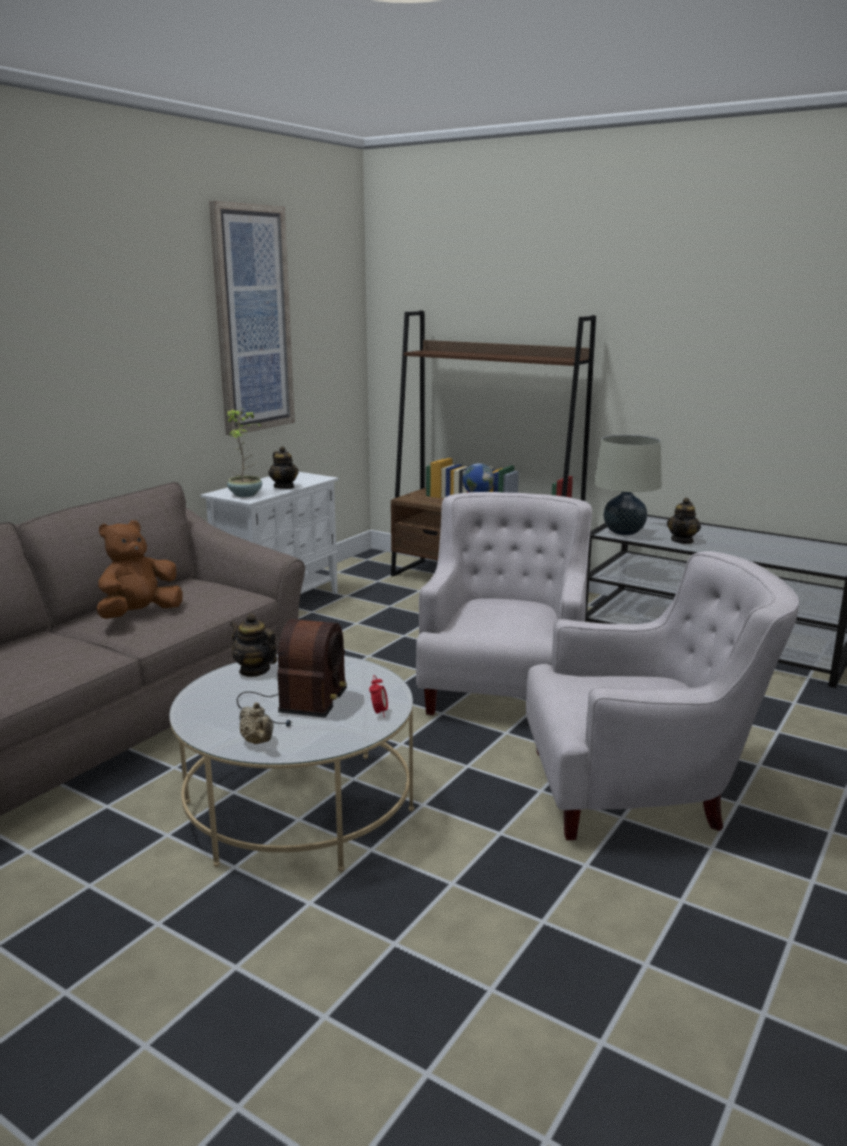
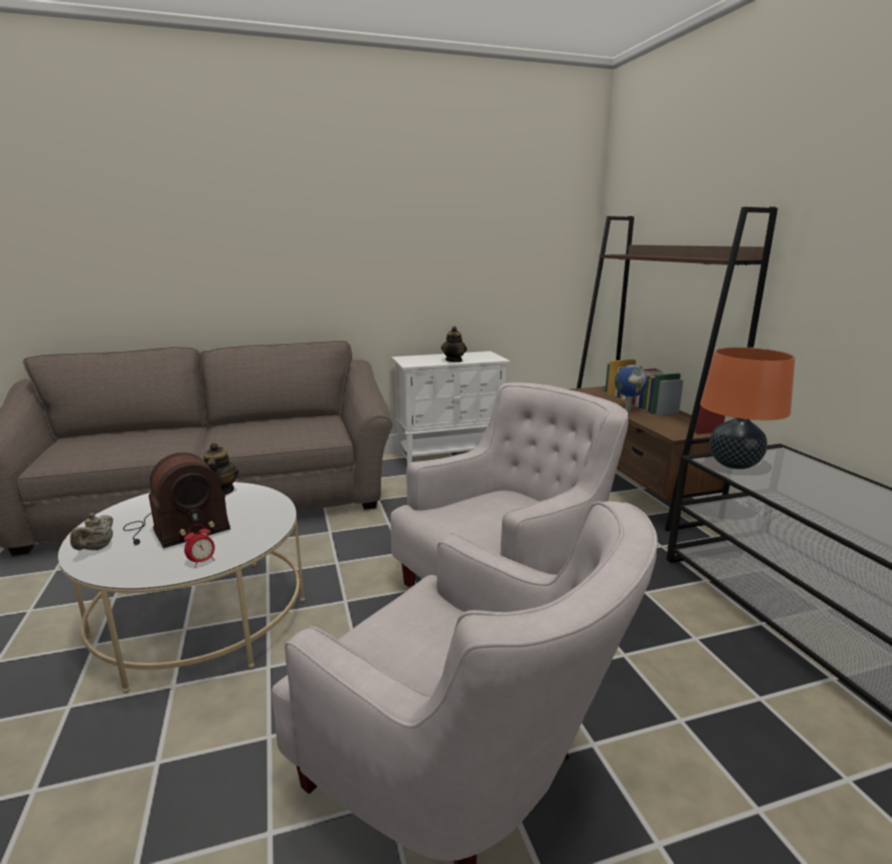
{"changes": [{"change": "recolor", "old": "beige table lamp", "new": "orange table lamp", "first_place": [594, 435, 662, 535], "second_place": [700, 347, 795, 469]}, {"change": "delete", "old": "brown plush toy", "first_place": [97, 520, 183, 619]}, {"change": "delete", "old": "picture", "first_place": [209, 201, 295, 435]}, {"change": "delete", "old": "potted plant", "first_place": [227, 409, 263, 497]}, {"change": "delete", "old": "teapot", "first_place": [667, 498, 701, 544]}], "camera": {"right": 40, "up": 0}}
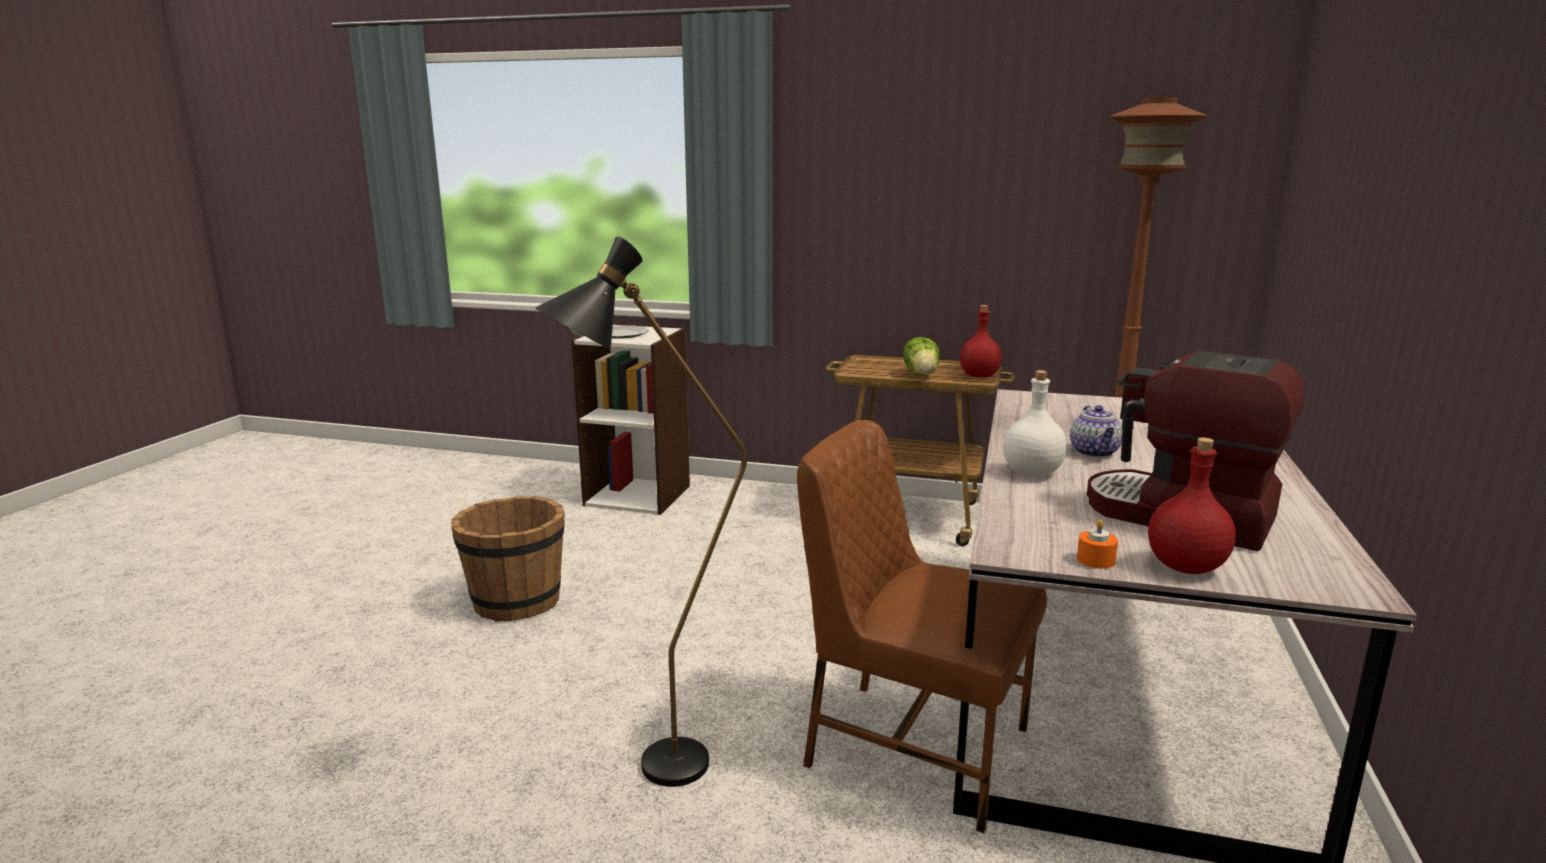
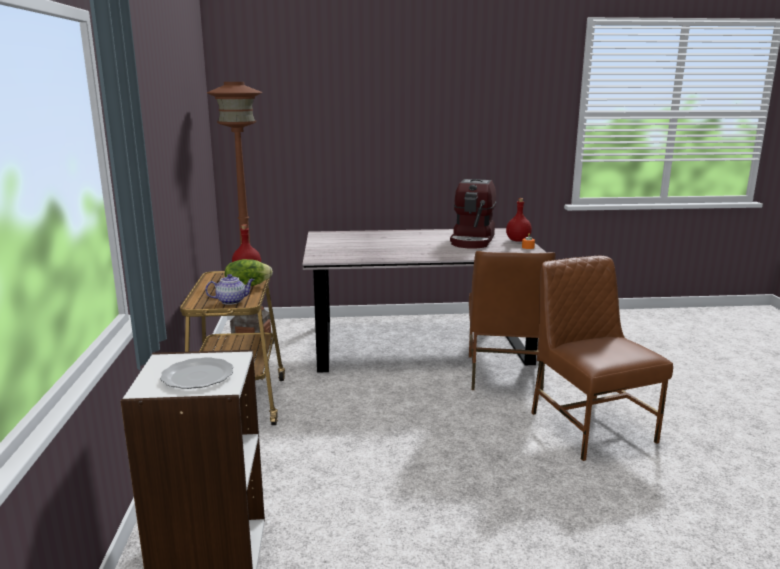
{"changes": [{"change": "move", "old": "teapot", "first_place": [1070, 405, 1122, 458], "second_place": [205, 274, 254, 305]}, {"change": "replace", "old": "black floor lamp", "new": "brown chair", "first_place": [535, 237, 747, 787], "second_place": [531, 256, 673, 461]}, {"change": "delete", "old": "brown bucket", "first_place": [451, 496, 565, 621]}, {"change": "delete", "old": "white bottle", "first_place": [1003, 370, 1067, 477]}], "camera": {"right": -110, "up": 0}}
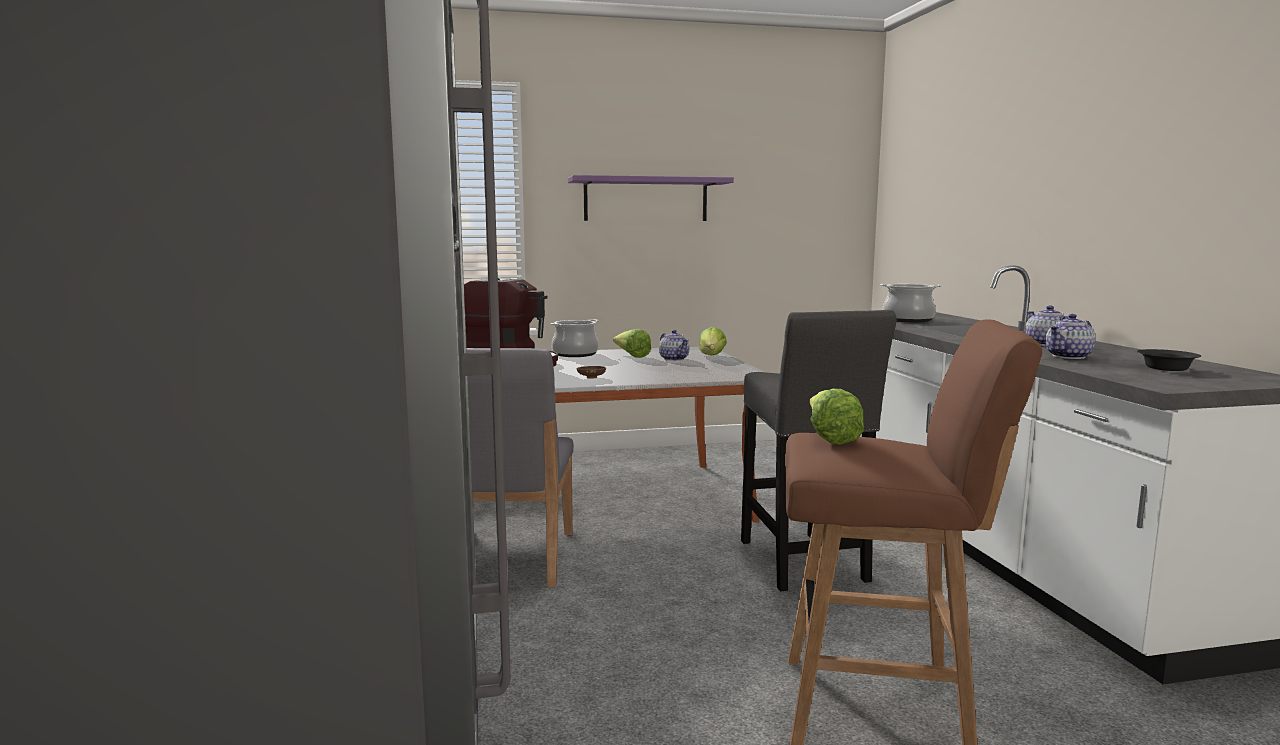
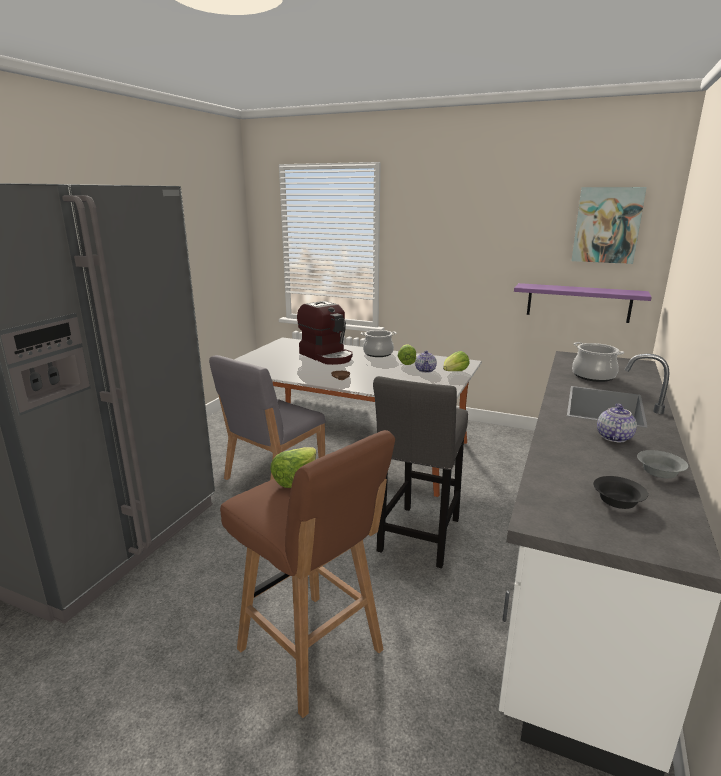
{"changes": [{"change": "move", "old": "purple shelf", "first_place": [568, 175, 734, 221], "second_place": [514, 283, 652, 323]}, {"change": "insert", "new": "picture", "second_place": [571, 187, 647, 264]}, {"change": "insert", "new": "grey bowl", "second_place": [637, 450, 688, 478]}, {"change": "delete", "old": "teapot", "first_place": [1045, 314, 1096, 359]}], "camera": {"right": 35, "up": 10}}
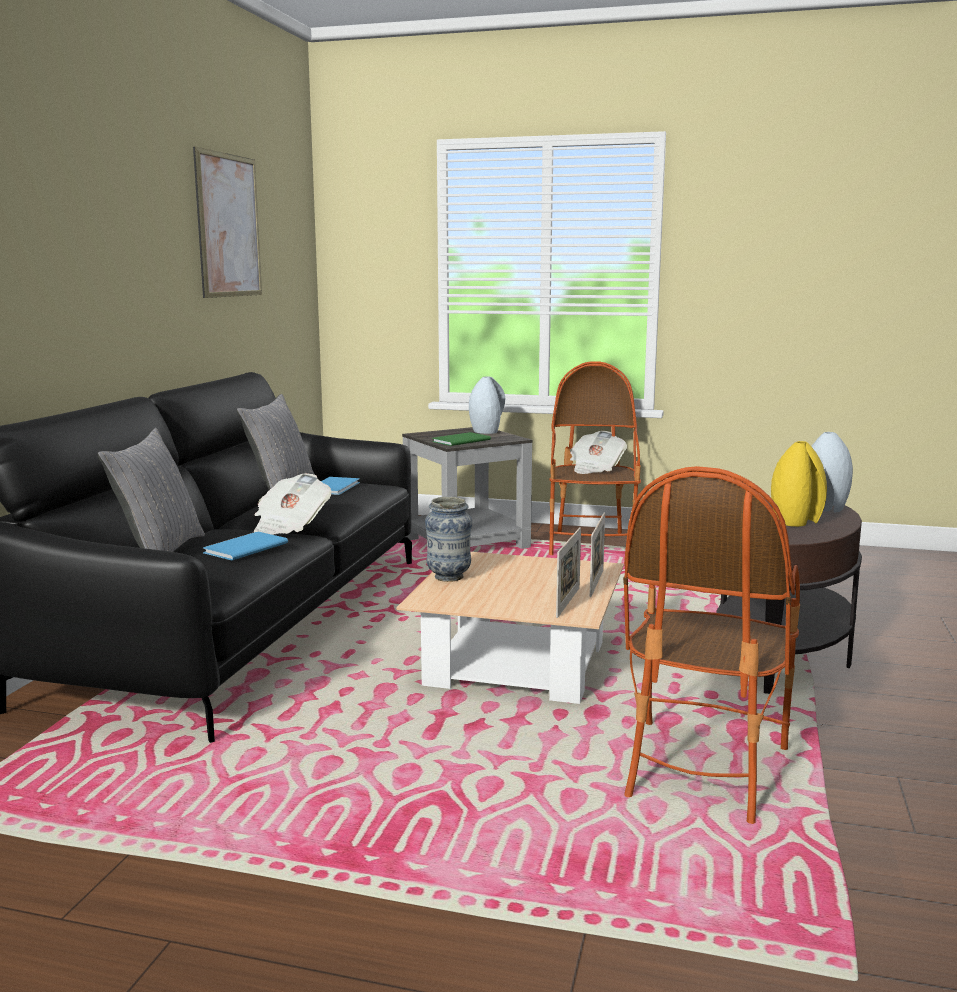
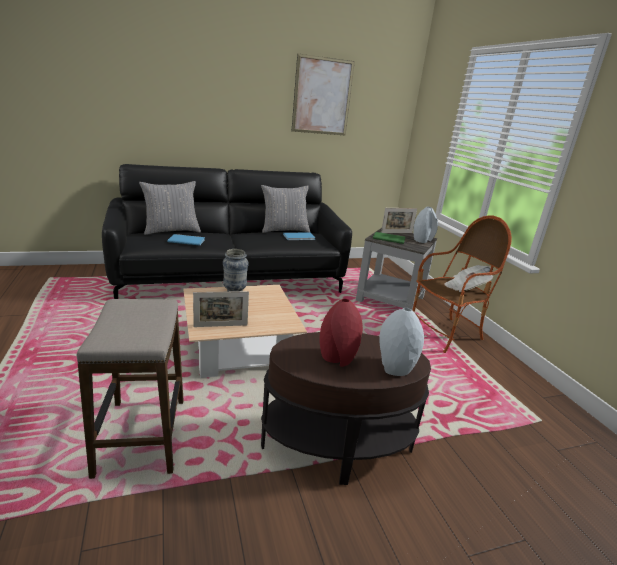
{"changes": [{"change": "replace", "old": "armchair", "new": "stool", "first_place": [623, 466, 800, 824], "second_place": [77, 299, 184, 479]}, {"change": "recolor", "old": "yellow vase", "new": "red vase", "first_place": [771, 441, 827, 527], "second_place": [319, 299, 363, 367]}, {"change": "move", "old": "picture frame", "first_place": [590, 513, 605, 597], "second_place": [381, 208, 417, 233]}, {"change": "delete", "old": "newspaper", "first_place": [254, 473, 331, 535]}], "camera": {"right": 55, "up": 10}}
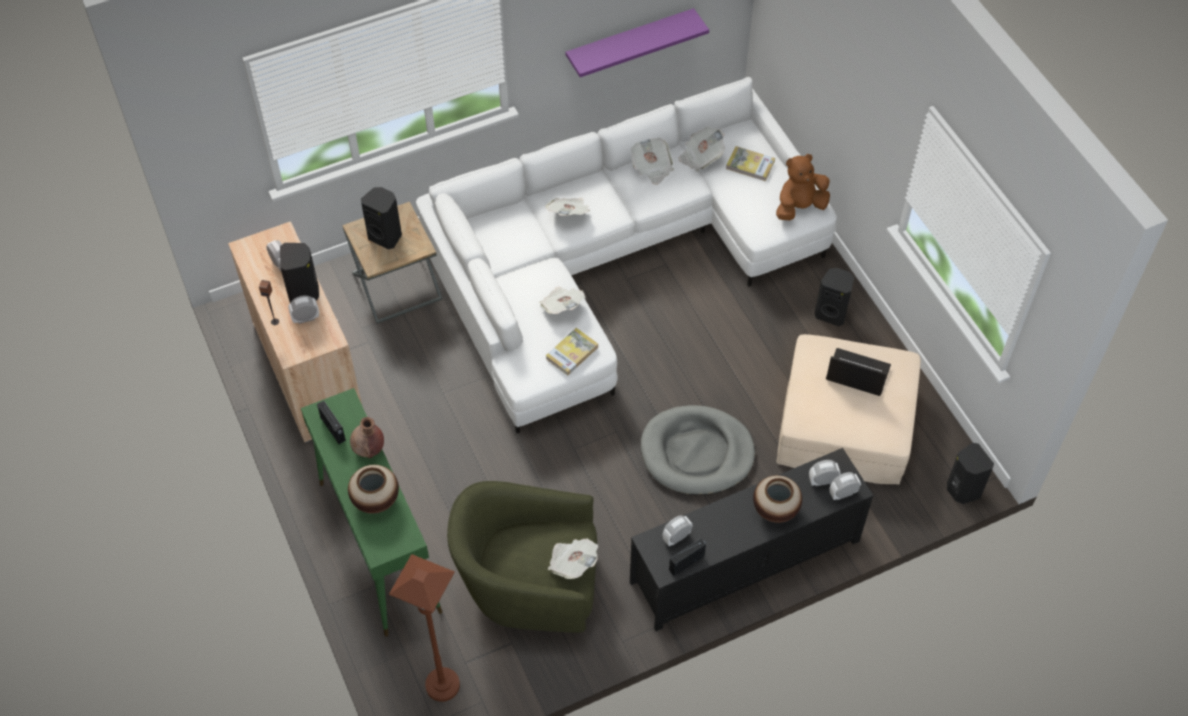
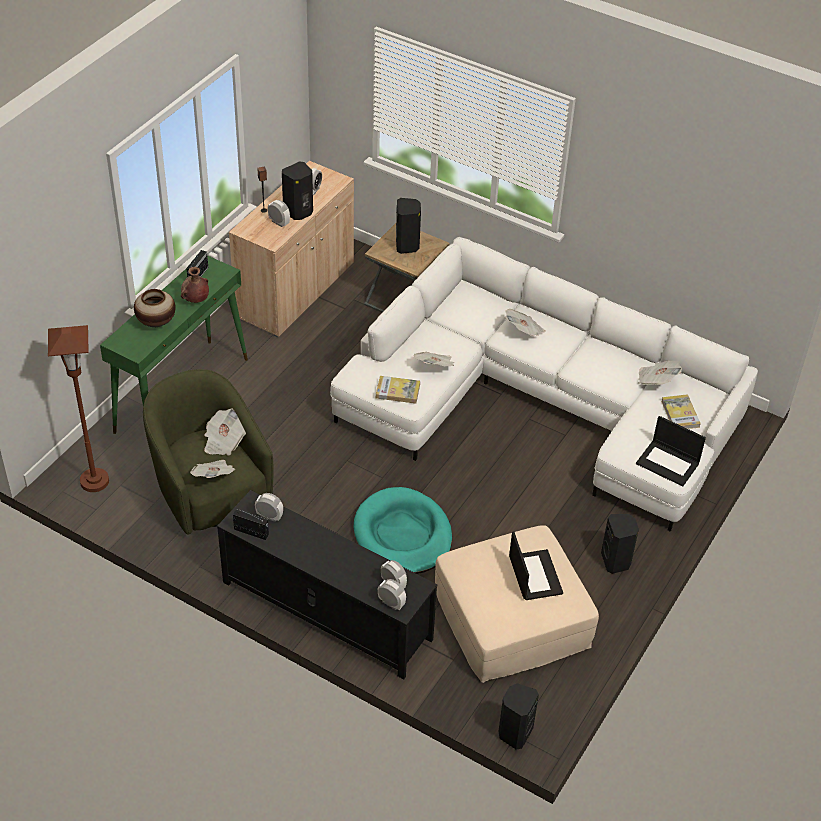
{"changes": [{"change": "move", "old": "newspaper", "first_place": [631, 138, 674, 185], "second_place": [204, 408, 246, 455]}, {"change": "recolor", "old": "grey dog bed", "new": "turquoise dog bed", "first_place": [640, 405, 755, 495], "second_place": [354, 487, 452, 574]}, {"change": "replace", "old": "brown plush toy", "new": "laptop", "first_place": [776, 154, 830, 221], "second_place": [636, 416, 706, 486]}, {"change": "delete", "old": "purple shelf", "first_place": [566, 8, 709, 77]}, {"change": "delete", "old": "vase", "first_place": [753, 475, 802, 523]}], "camera": {"right": 55, "up": -10}}
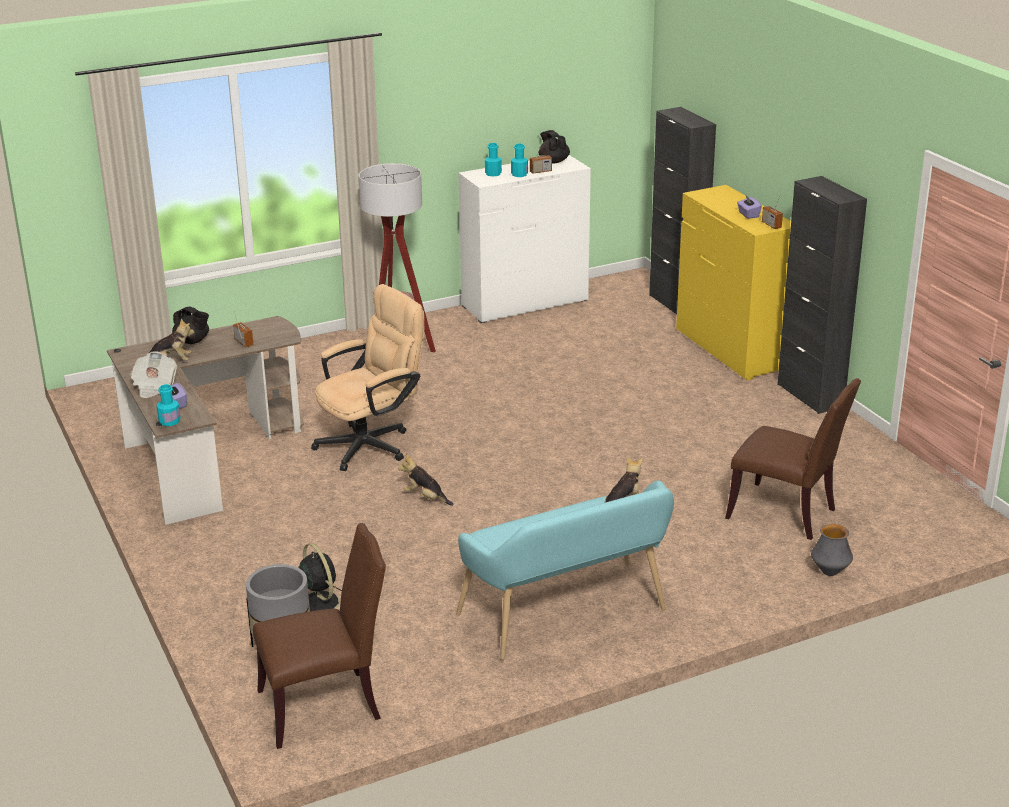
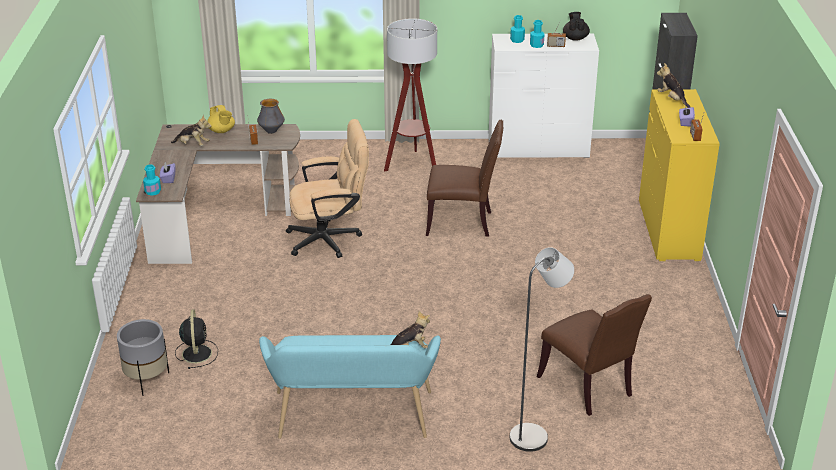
{"changes": [{"change": "recolor", "old": "black teapot", "new": "yellow teapot", "first_place": [172, 307, 209, 344], "second_place": [207, 105, 235, 133]}, {"change": "move", "old": "vase", "first_place": [811, 524, 853, 576], "second_place": [257, 99, 285, 134]}, {"change": "move", "old": "brown chair", "first_place": [253, 523, 386, 749], "second_place": [426, 120, 503, 237]}, {"change": "insert", "new": "grey floor lamp", "second_place": [510, 247, 574, 452]}, {"change": "move", "old": "plush toy", "first_place": [398, 454, 453, 506], "second_place": [657, 63, 690, 108]}, {"change": "delete", "old": "newspaper", "first_place": [130, 351, 177, 398]}, {"change": "delete", "old": "black cabinet", "first_place": [777, 176, 867, 414]}], "camera": {"right": 25, "up": 5}}
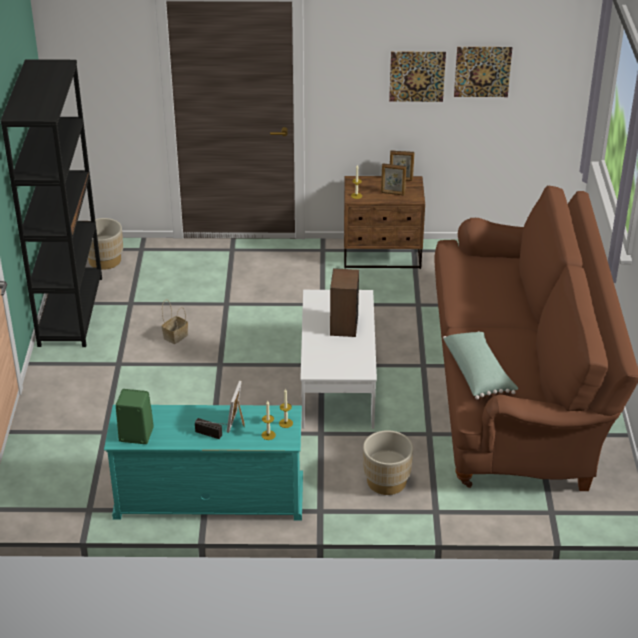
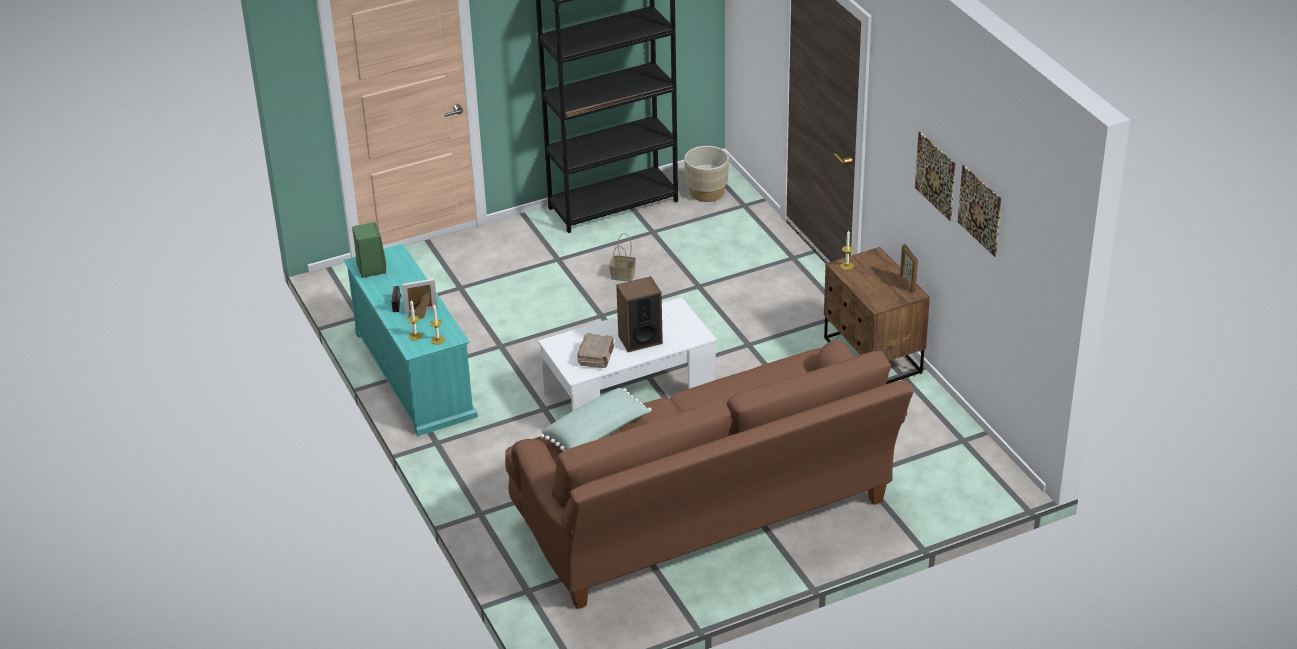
{"changes": [{"change": "insert", "new": "brown book", "second_place": [577, 334, 614, 368]}, {"change": "delete", "old": "beige planter", "first_place": [363, 430, 413, 495]}, {"change": "delete", "old": "picture frame", "first_place": [381, 163, 407, 196]}], "camera": {"right": 65, "up": 0}}
